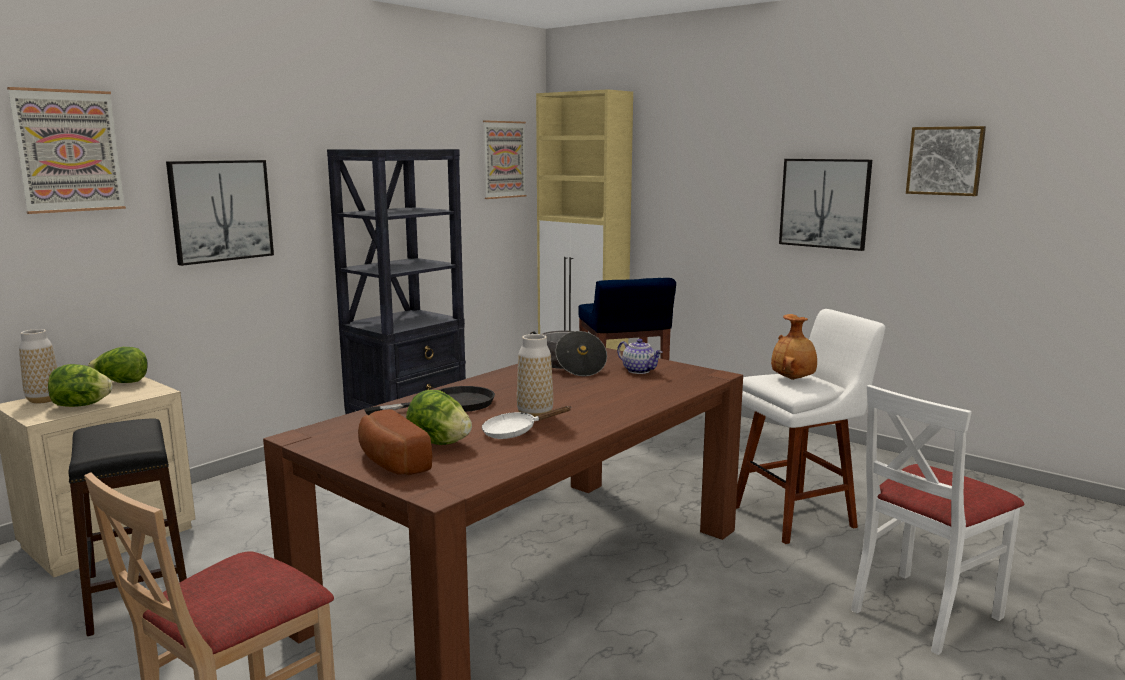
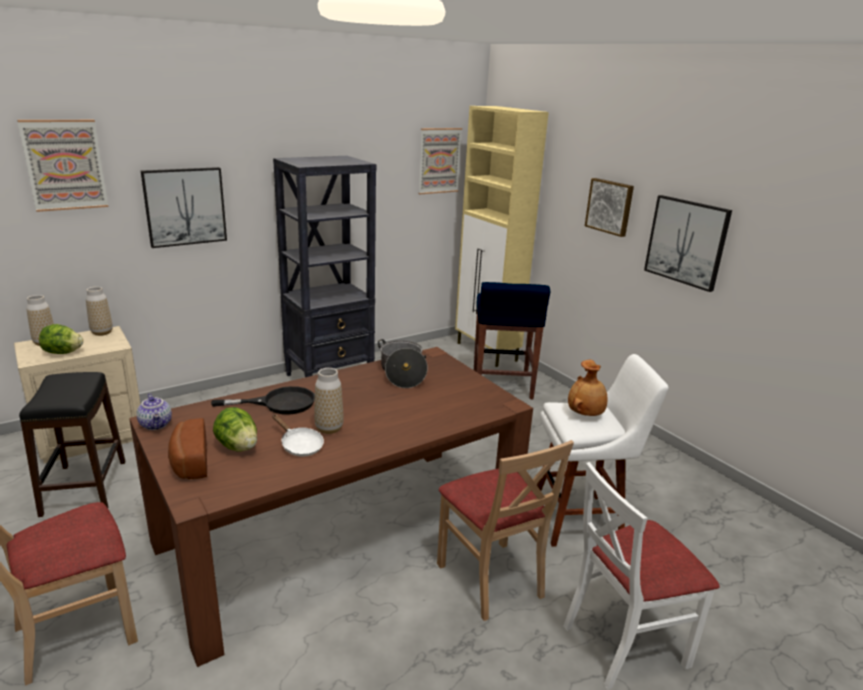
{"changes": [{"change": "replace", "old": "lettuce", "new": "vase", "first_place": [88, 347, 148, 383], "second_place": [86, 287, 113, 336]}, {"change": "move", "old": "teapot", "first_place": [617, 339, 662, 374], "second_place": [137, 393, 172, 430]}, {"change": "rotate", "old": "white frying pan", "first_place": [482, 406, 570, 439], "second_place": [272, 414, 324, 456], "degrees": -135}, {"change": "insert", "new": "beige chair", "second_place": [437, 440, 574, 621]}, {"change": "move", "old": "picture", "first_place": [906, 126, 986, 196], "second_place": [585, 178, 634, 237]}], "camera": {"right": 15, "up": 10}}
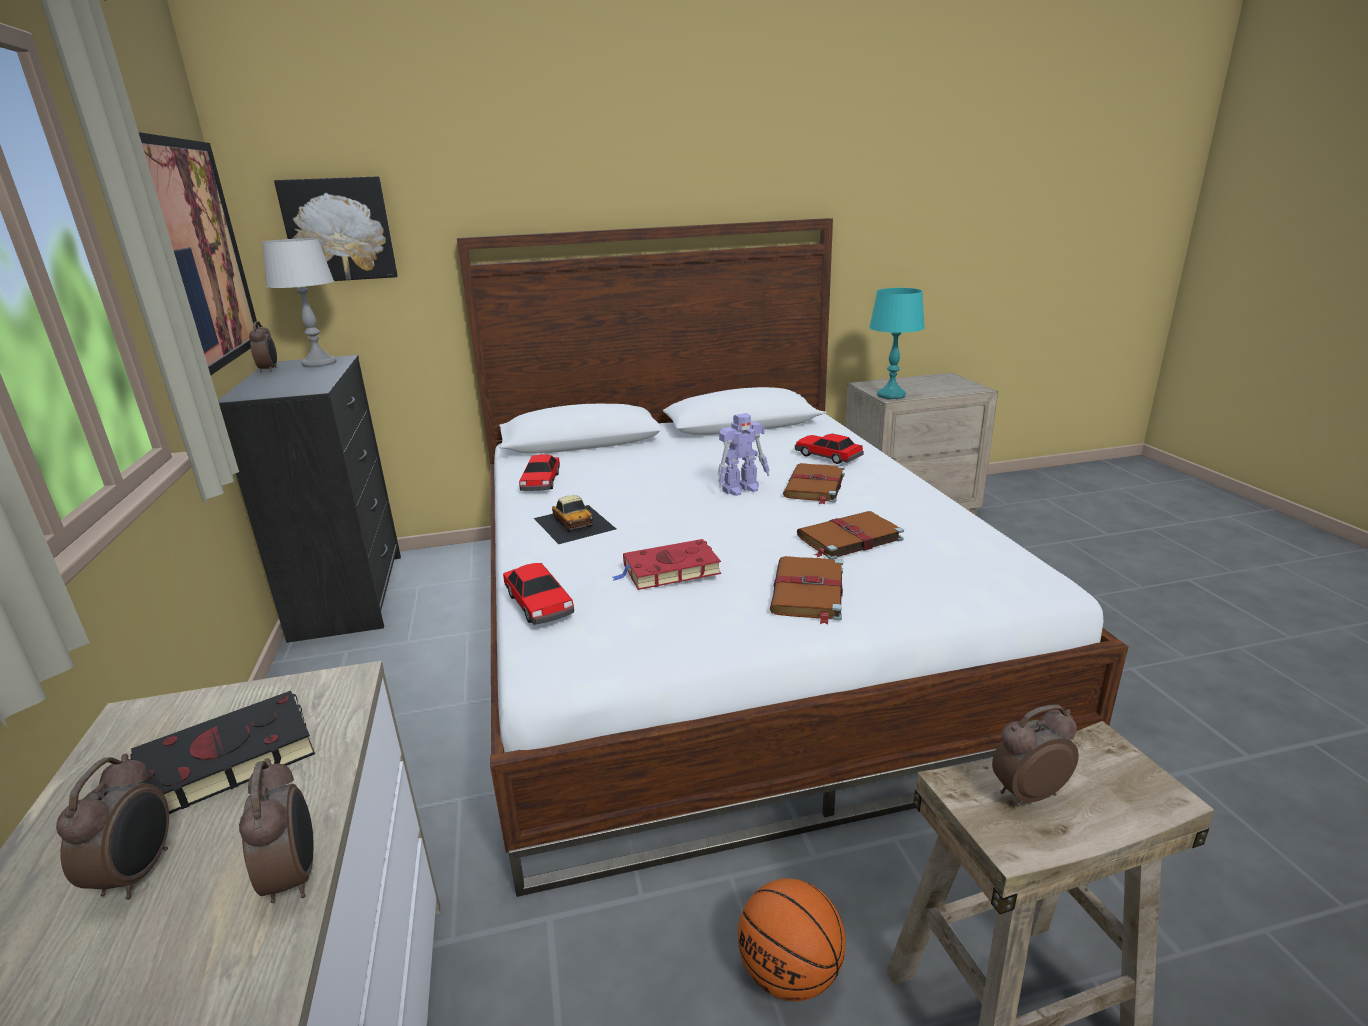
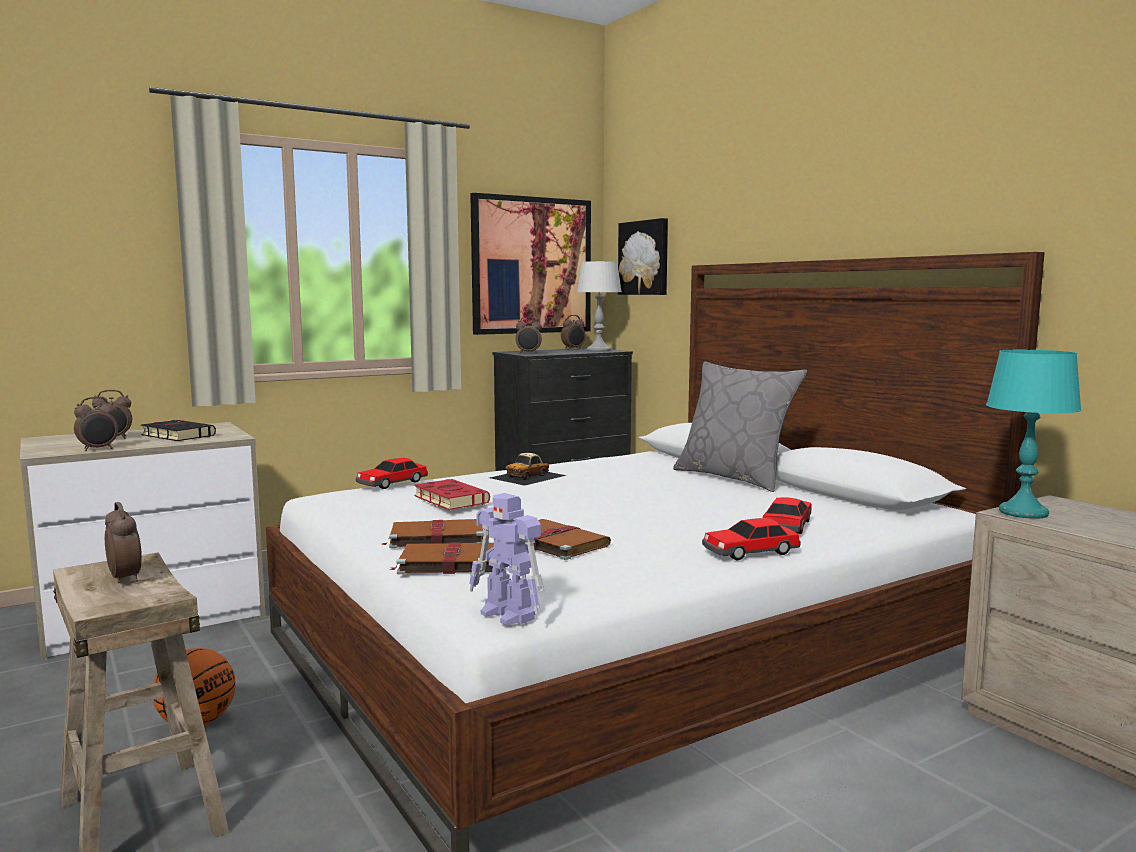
{"changes": [{"change": "move", "old": "brown book", "first_place": [783, 463, 845, 505], "second_place": [390, 542, 501, 574]}, {"change": "move", "old": "toy robot", "first_place": [718, 413, 769, 496], "second_place": [469, 493, 544, 625]}, {"change": "insert", "new": "alarm clock", "second_place": [515, 317, 542, 354]}, {"change": "insert", "new": "grey pillow", "second_place": [673, 361, 807, 492]}, {"change": "move", "old": "toy car", "first_place": [519, 454, 560, 491], "second_place": [702, 518, 801, 560]}], "camera": {"right": 70, "up": -15}}
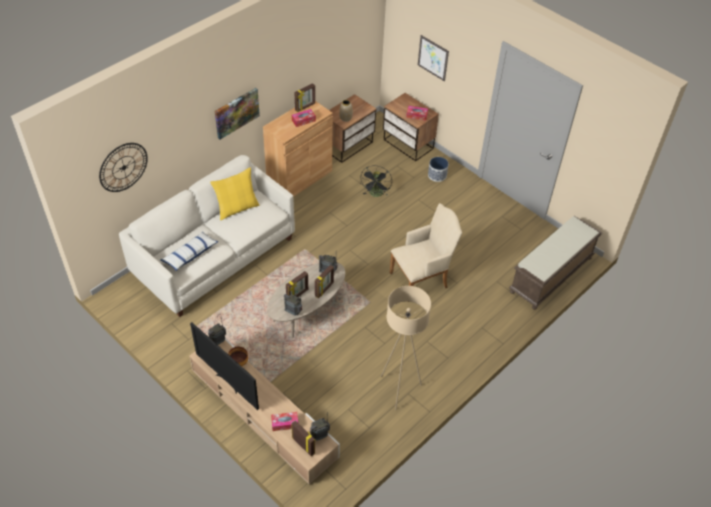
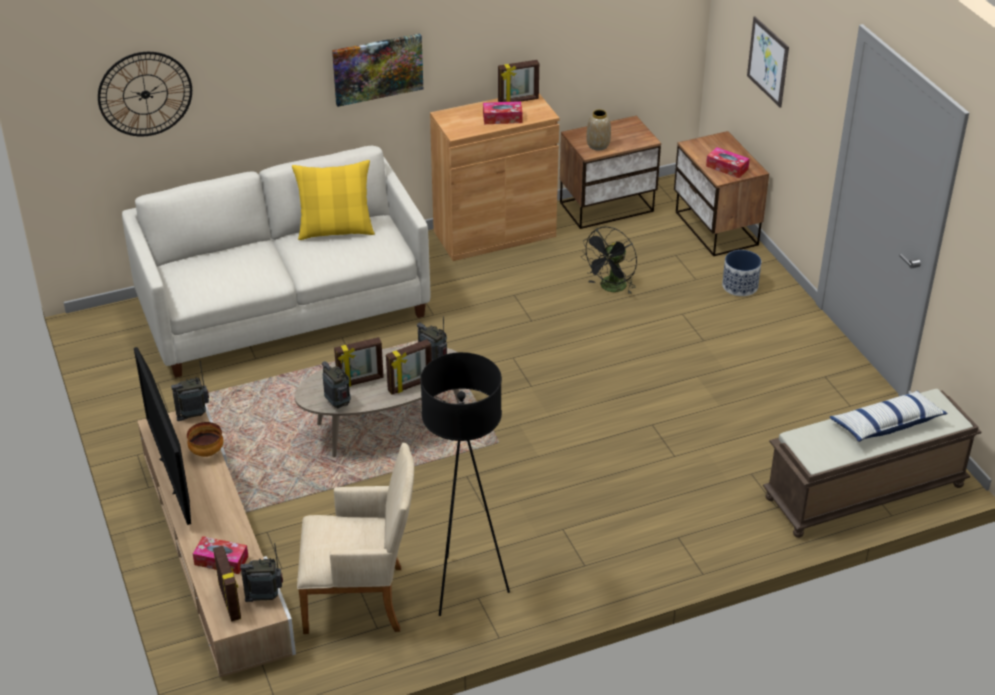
{"changes": [{"change": "move", "old": "beige armchair", "first_place": [390, 203, 462, 288], "second_place": [297, 443, 414, 634]}, {"change": "recolor", "old": "beige floor lamp", "new": "black floor lamp", "first_place": [381, 286, 431, 410], "second_place": [420, 352, 510, 616]}, {"change": "move", "old": "pillow", "first_place": [160, 232, 218, 271], "second_place": [829, 391, 948, 442]}], "camera": {"right": 25, "up": -10}}
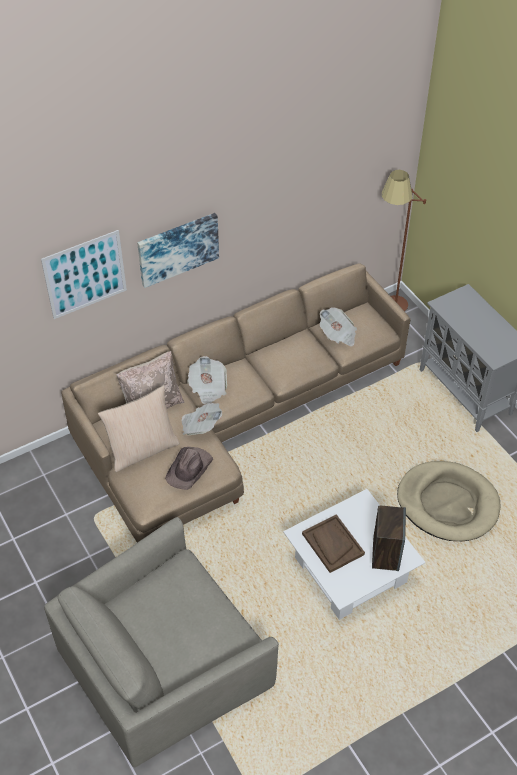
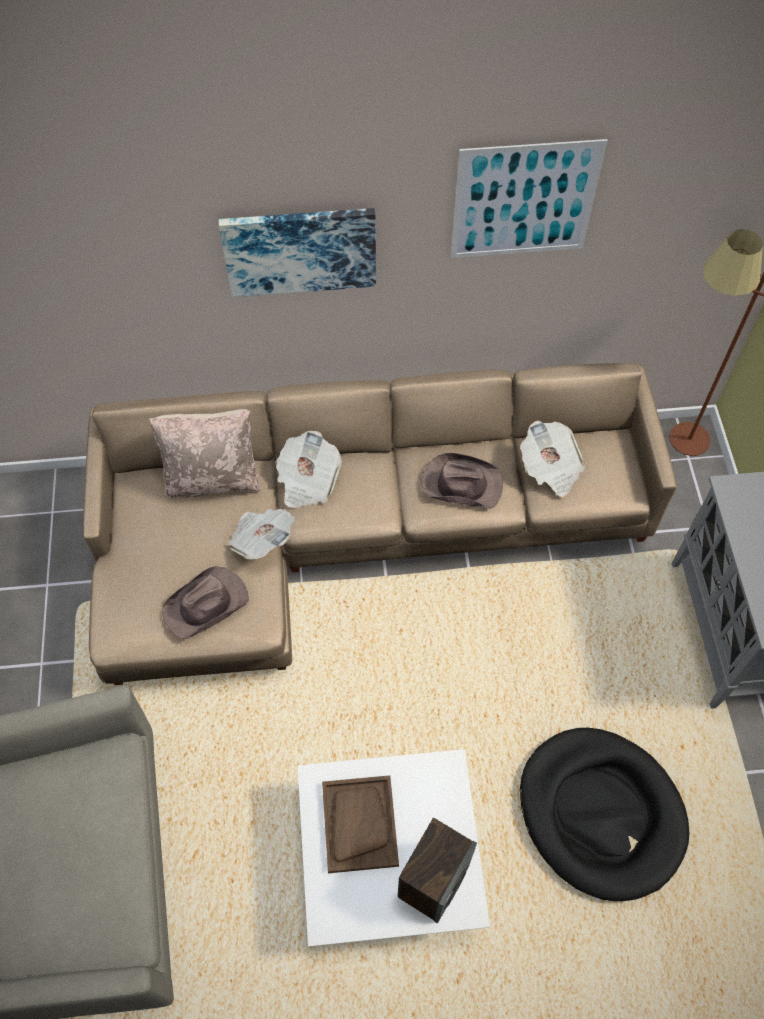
{"changes": [{"change": "insert", "new": "brown hat", "second_place": [421, 453, 503, 509]}, {"change": "move", "old": "picture", "first_place": [41, 230, 127, 319], "second_place": [451, 139, 608, 258]}, {"change": "recolor", "old": "beige dog bed", "new": "black dog bed", "first_place": [397, 461, 501, 541], "second_place": [520, 728, 689, 901]}, {"change": "delete", "old": "beige pillow", "first_place": [98, 386, 180, 472]}], "camera": {"right": 25, "up": 10}}
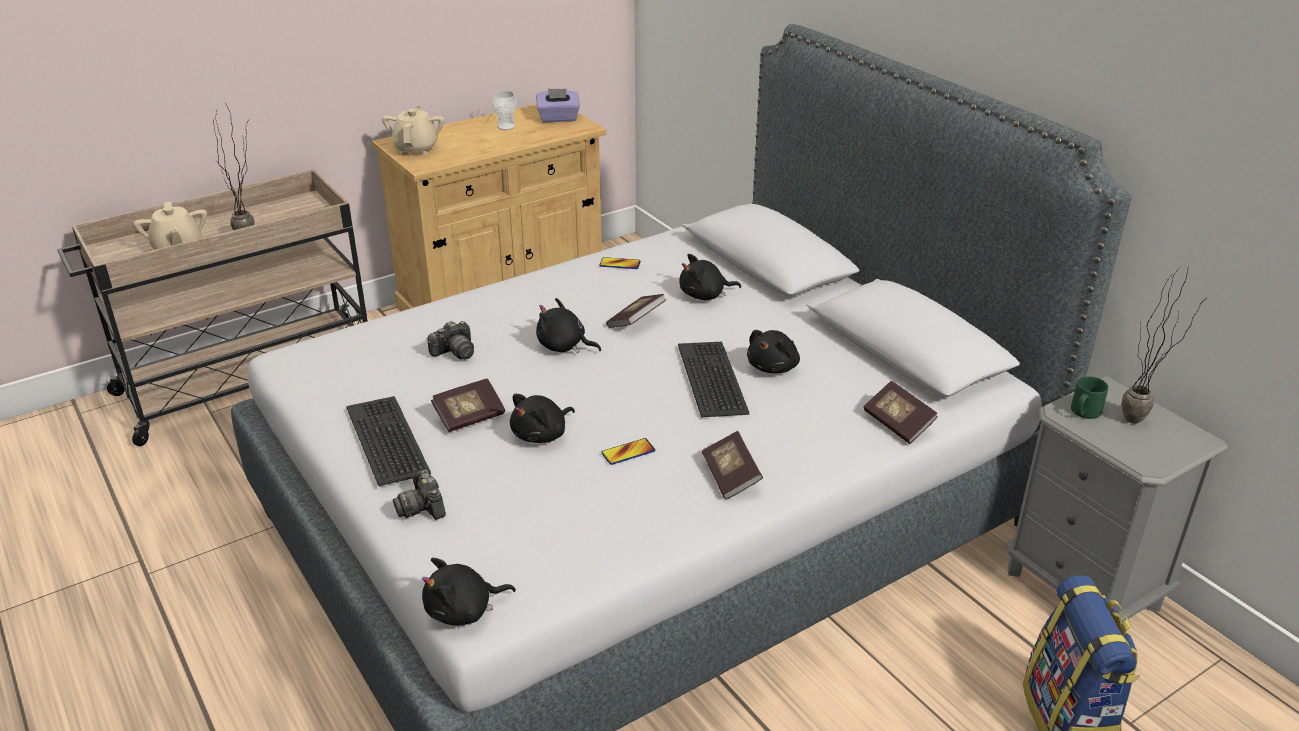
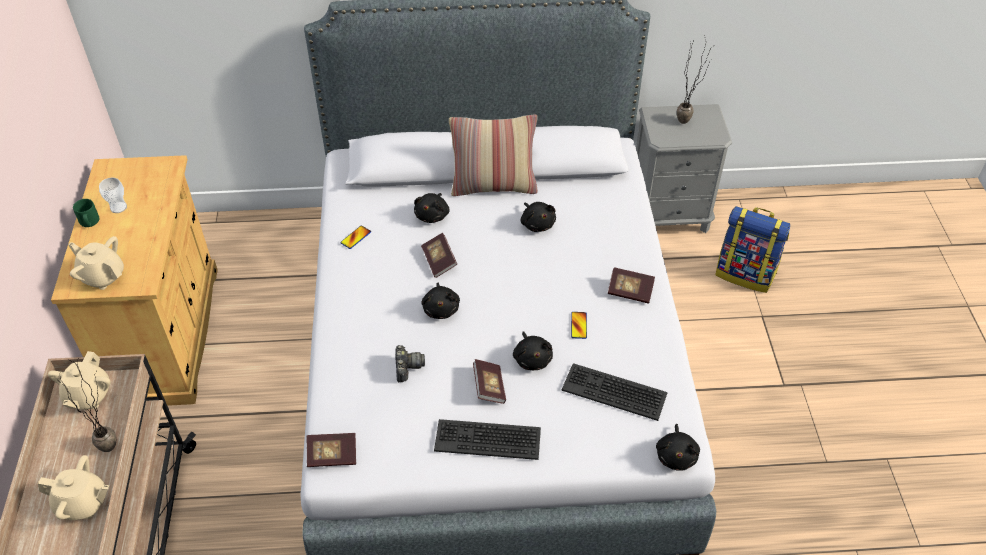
{"changes": [{"change": "insert", "new": "beige teapot", "second_place": [48, 351, 111, 410]}, {"change": "move", "old": "green mug", "first_place": [1071, 376, 1108, 419], "second_place": [73, 199, 99, 227]}, {"change": "move", "old": "book", "first_place": [864, 381, 938, 444], "second_place": [307, 433, 356, 467]}, {"change": "rotate", "old": "black plush toy", "first_place": [536, 298, 601, 353], "second_place": [421, 283, 460, 319], "degrees": -60}, {"change": "insert", "new": "pillow", "second_place": [449, 114, 538, 196]}, {"change": "move", "old": "keyboard", "first_place": [678, 342, 749, 417], "second_place": [562, 363, 667, 421]}, {"change": "delete", "old": "photo camera", "first_place": [393, 469, 446, 520]}, {"change": "delete", "old": "purple tissue box", "first_place": [536, 89, 580, 123]}], "camera": {"right": -60, "up": 15}}
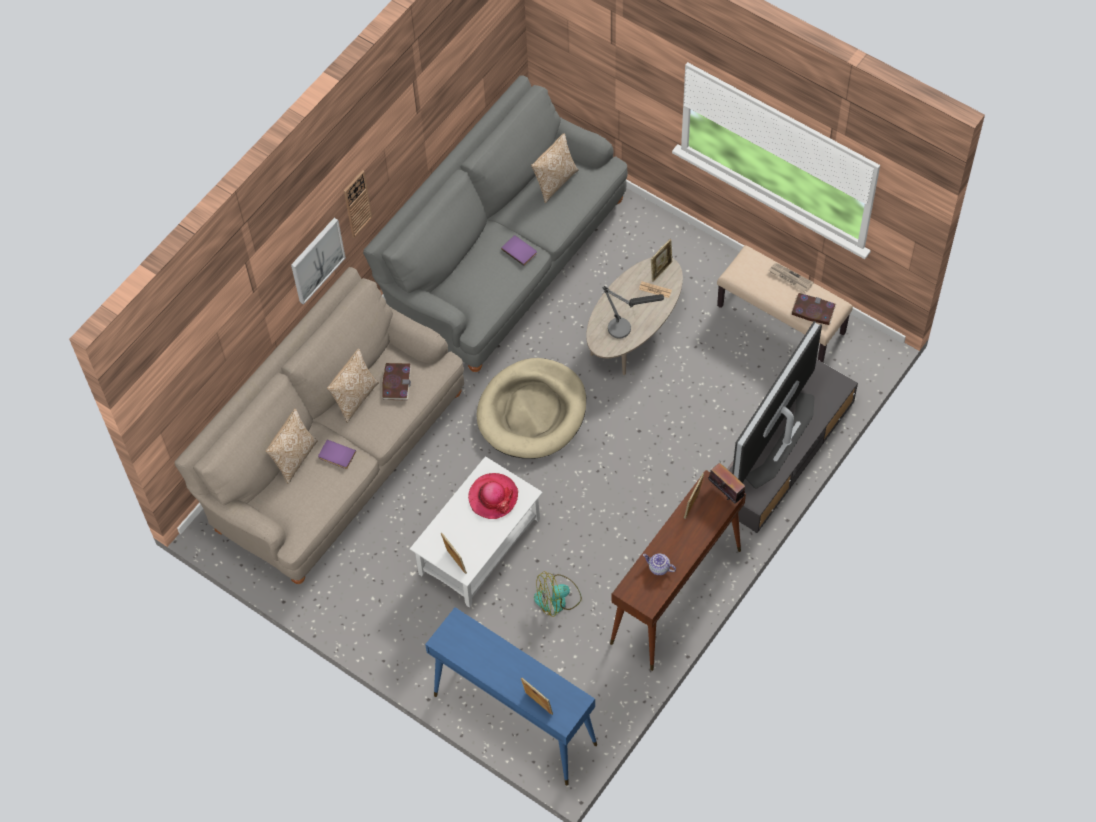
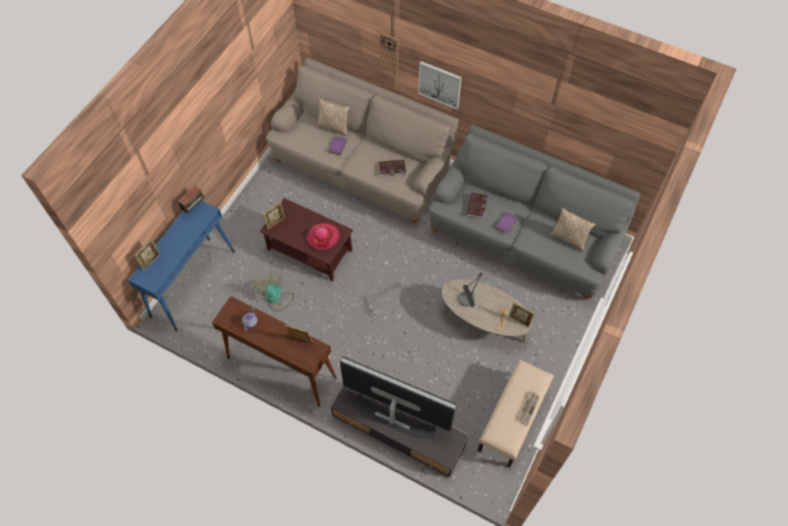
{"changes": [{"change": "move", "old": "radio", "first_place": [708, 463, 745, 503], "second_place": [178, 186, 205, 213]}, {"change": "recolor", "old": "white coffee table", "new": "brown coffee table", "first_place": [410, 456, 543, 608], "second_place": [260, 198, 353, 281]}, {"change": "move", "old": "wall clock", "first_place": [344, 170, 372, 238], "second_place": [380, 33, 398, 78]}, {"change": "move", "old": "book", "first_place": [791, 293, 836, 325], "second_place": [467, 193, 488, 218]}, {"change": "delete", "old": "pillow", "first_place": [327, 349, 379, 423]}, {"change": "delete", "old": "beige dog bed", "first_place": [476, 358, 586, 459]}], "camera": {"right": 80, "up": 0}}
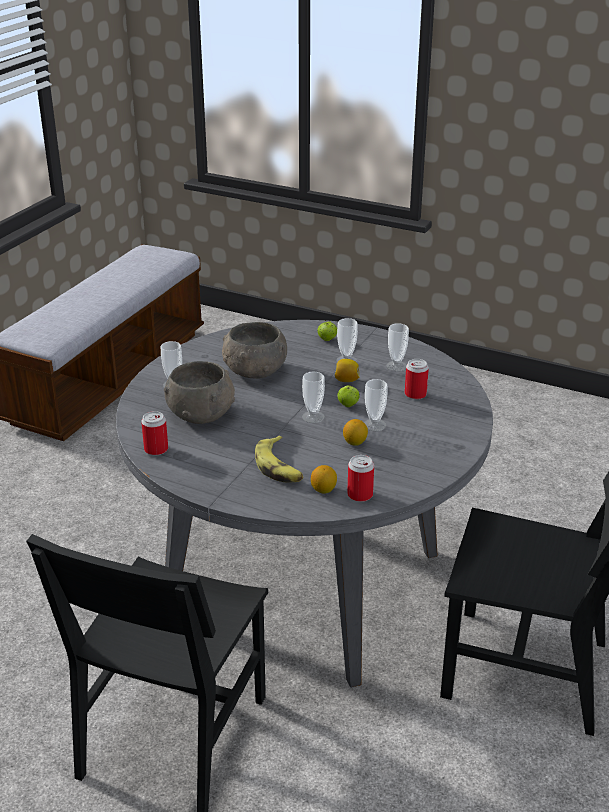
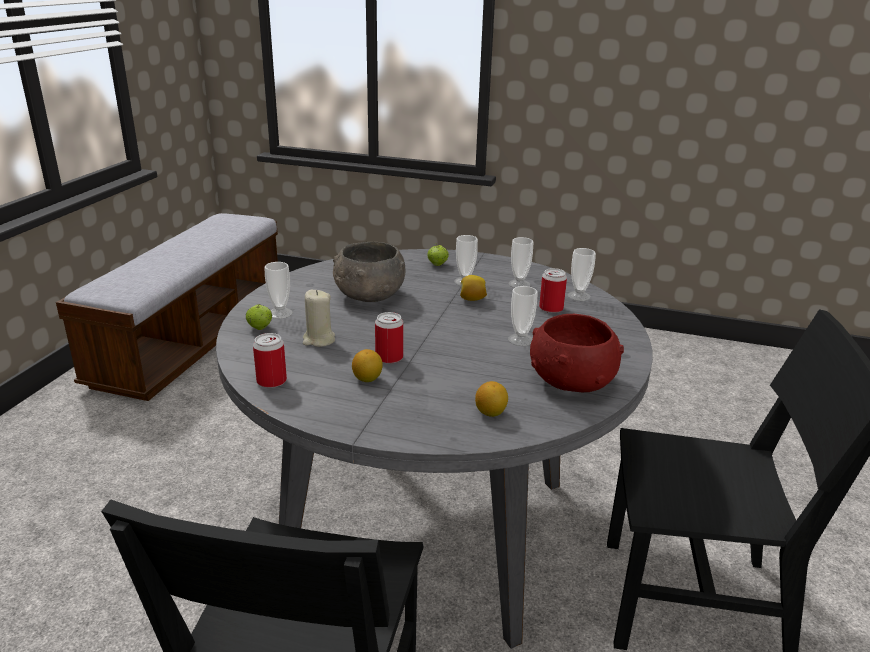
{"changes": [{"change": "move", "old": "apple", "first_place": [337, 385, 360, 407], "second_place": [246, 304, 272, 330]}, {"change": "replace", "old": "grey bowl", "new": "beige candle", "first_place": [164, 361, 235, 424], "second_place": [303, 290, 335, 347]}, {"change": "move", "old": "lemon", "first_place": [343, 419, 368, 446], "second_place": [352, 349, 383, 382]}, {"change": "move", "old": "can", "first_place": [347, 455, 374, 502], "second_place": [375, 312, 403, 364]}, {"change": "insert", "new": "red bowl", "second_place": [530, 314, 624, 392]}, {"change": "move", "old": "cup", "first_place": [302, 371, 325, 423], "second_place": [568, 248, 596, 301]}, {"change": "delete", "old": "banana", "first_place": [255, 435, 303, 482]}], "camera": {"right": -10, "up": -5}}
